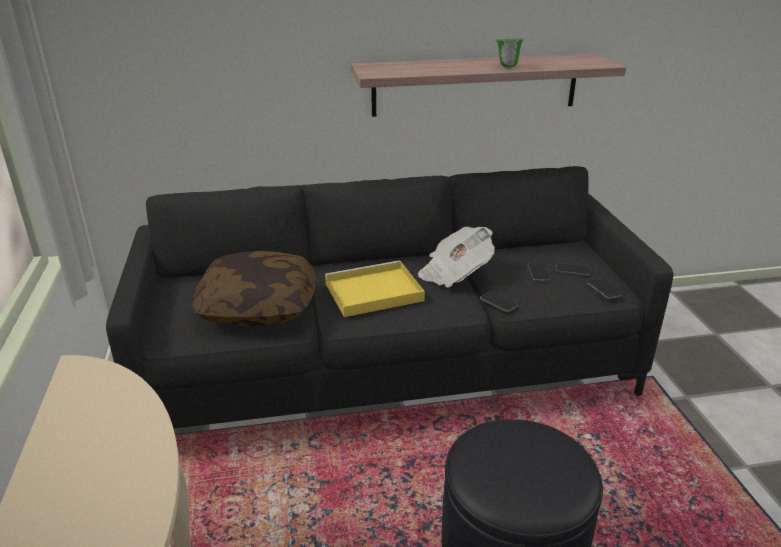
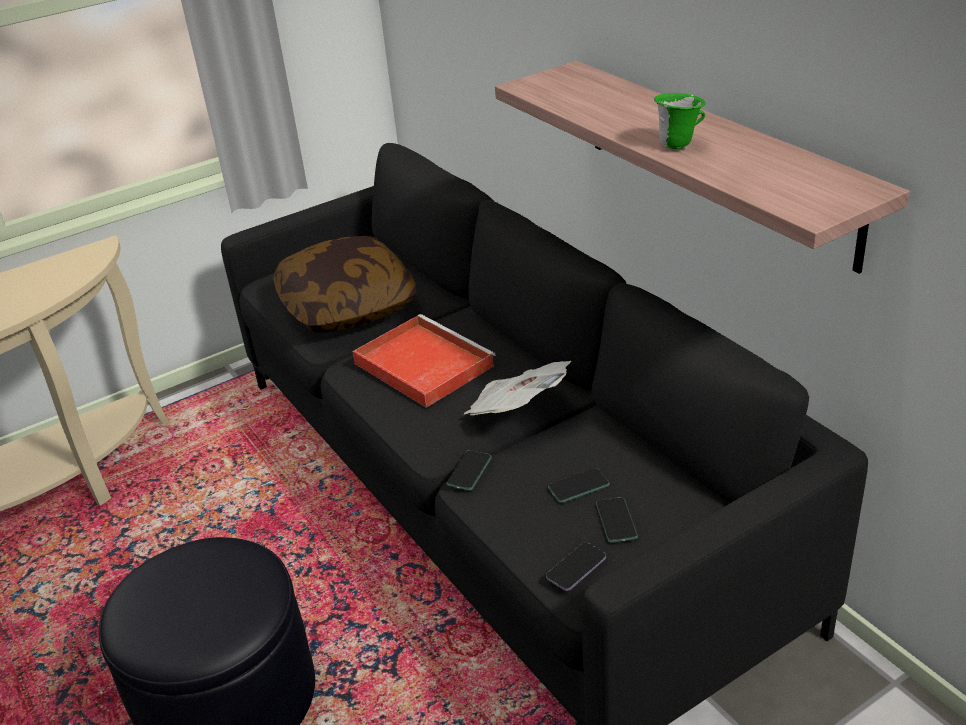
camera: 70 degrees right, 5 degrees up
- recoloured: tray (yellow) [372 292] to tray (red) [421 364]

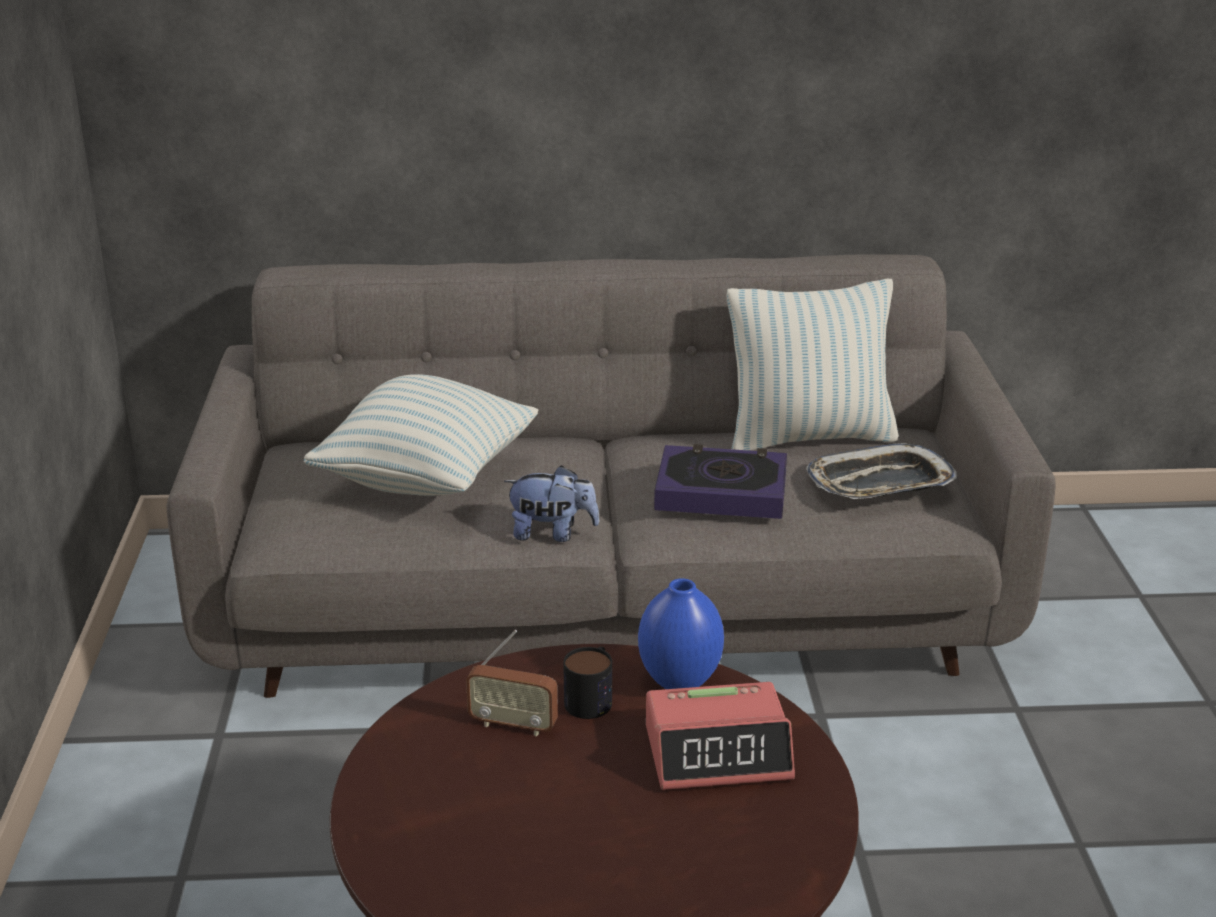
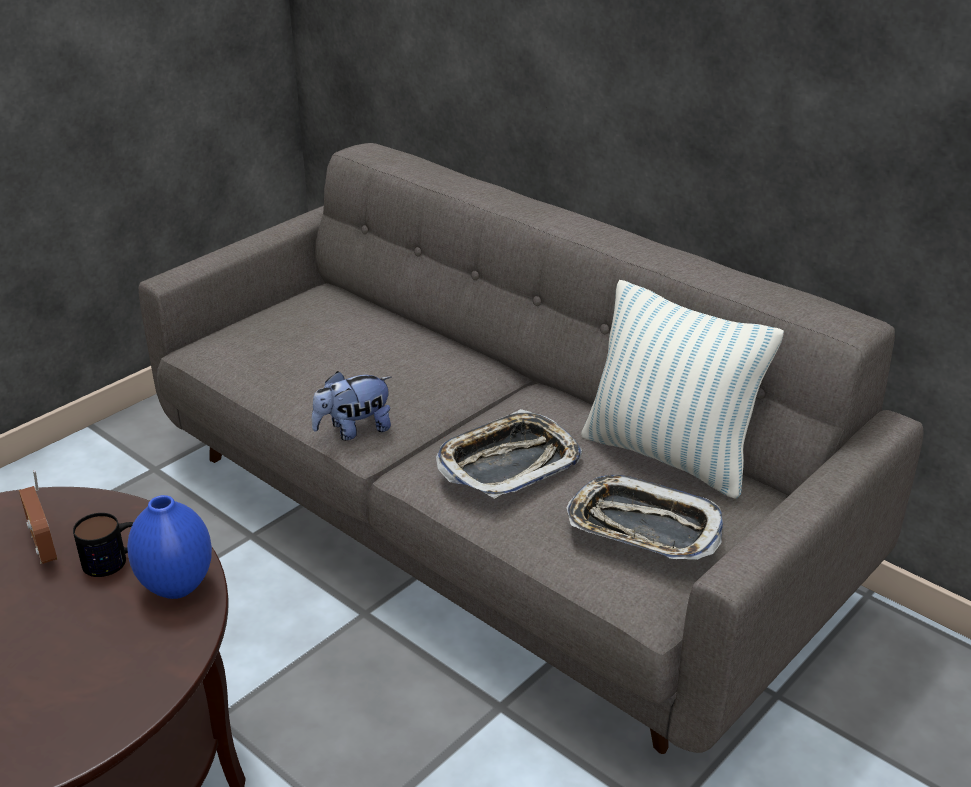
camera: 45 degrees right, 5 degrees up
- removed: pillow [427 479]
- replaced: book [721 491] to tray [508 462]
- turned: plush toy [552 533] = [354 430] 105 degrees clockwise
- removed: alarm clock [718 752]

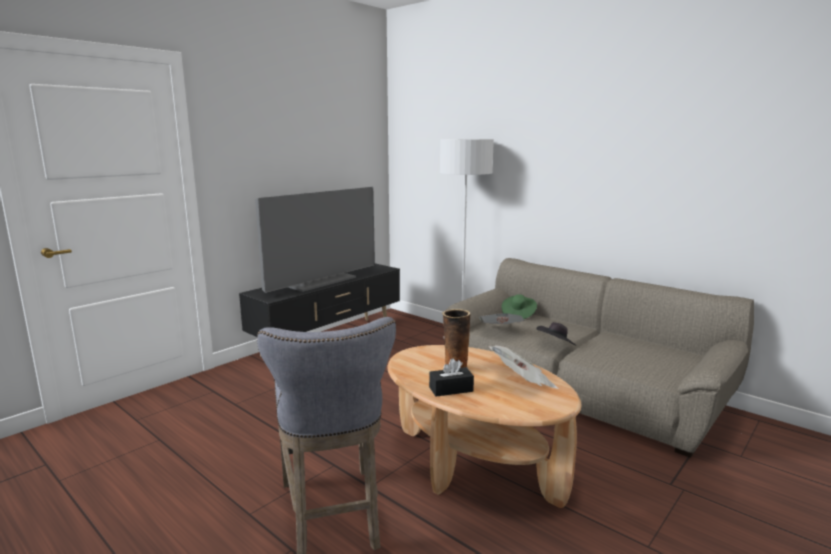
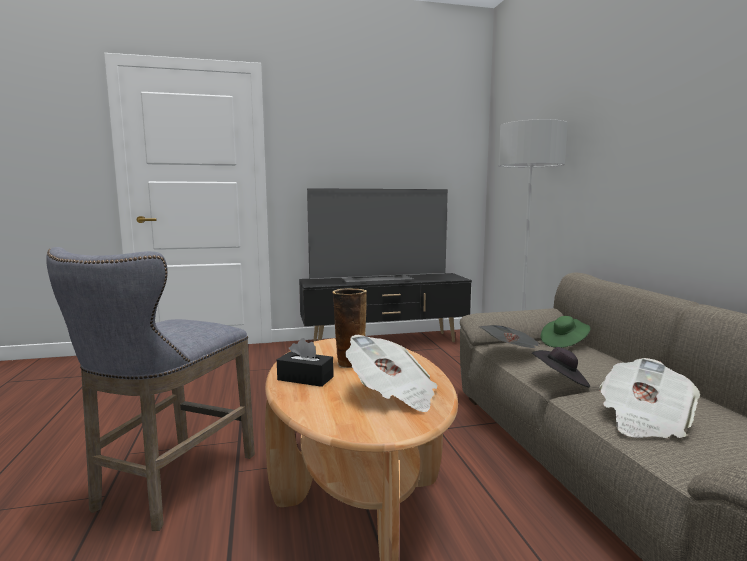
camera: 35 degrees right, 5 degrees down
- added: newspaper [643 421]

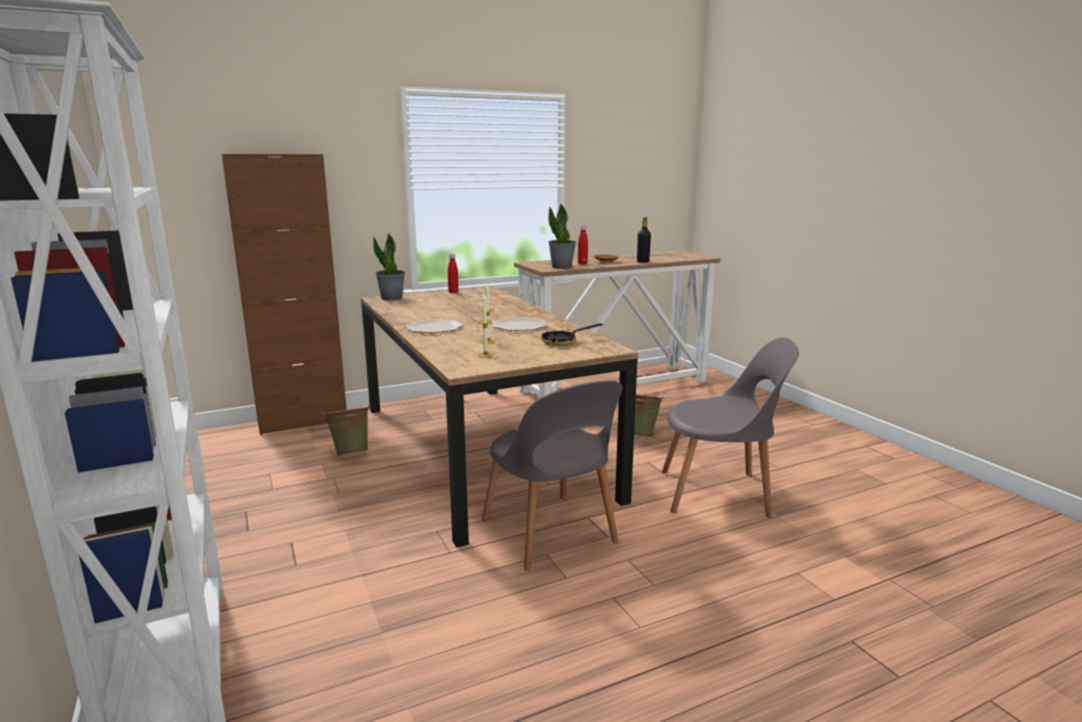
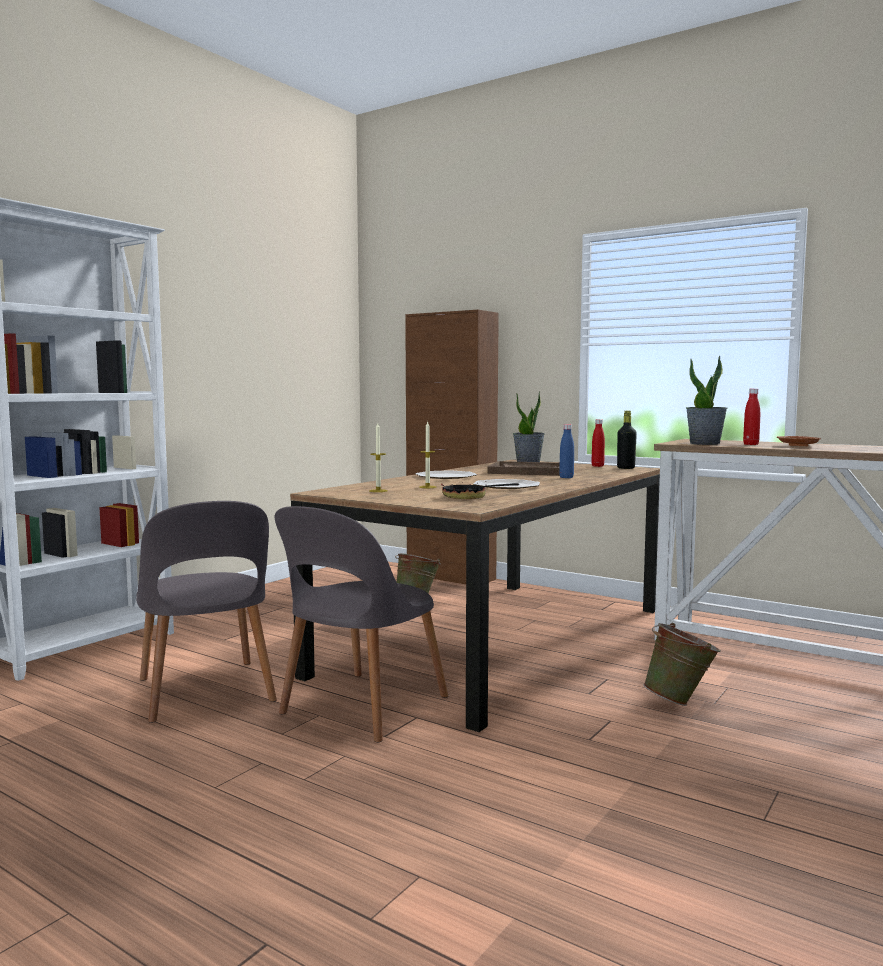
camera: 60 degrees right, 10 degrees down
- moved: bottle (black) [643 262] to [626 468]
- moved: chair (grey) [719 493] to [205 693]
- added: bottle (blue) [566 477]
- added: tray (brown) [527 471]

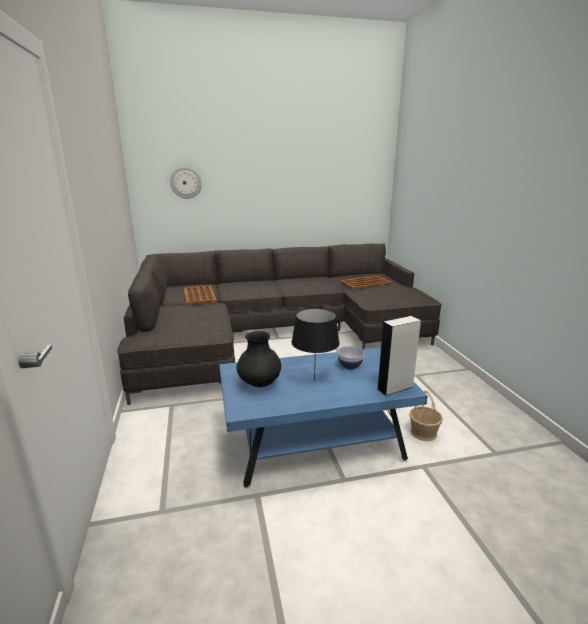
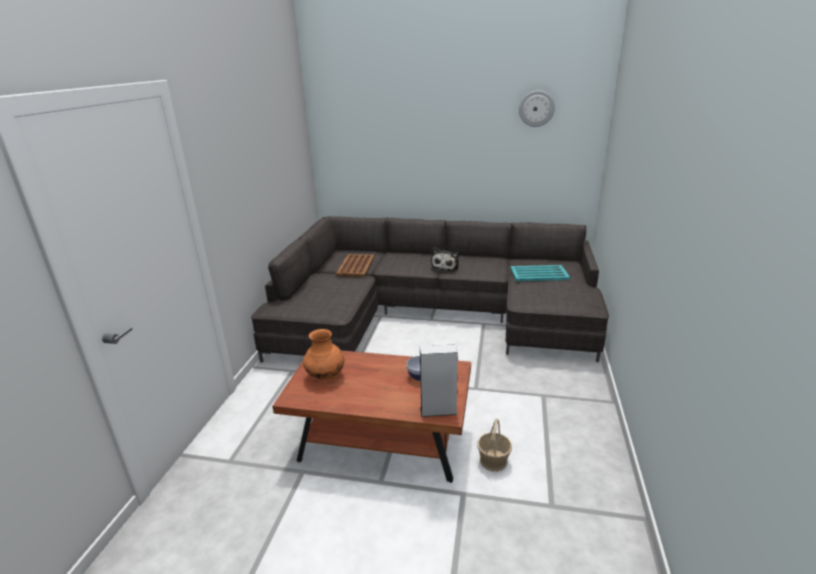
camera: 25 degrees right, 5 degrees up
- moved: wall clock [186 182] to [536 108]
- recoloured: tray (brown) [365 283] to tray (turquoise) [538 274]
- removed: table lamp (black) [313 380]
- recoloured: vase (black) [259 384] to vase (orange) [326 376]
- recoloured: coffee table (blue) [315 443] to coffee table (brown) [382 440]
- added: plush toy [445 267]

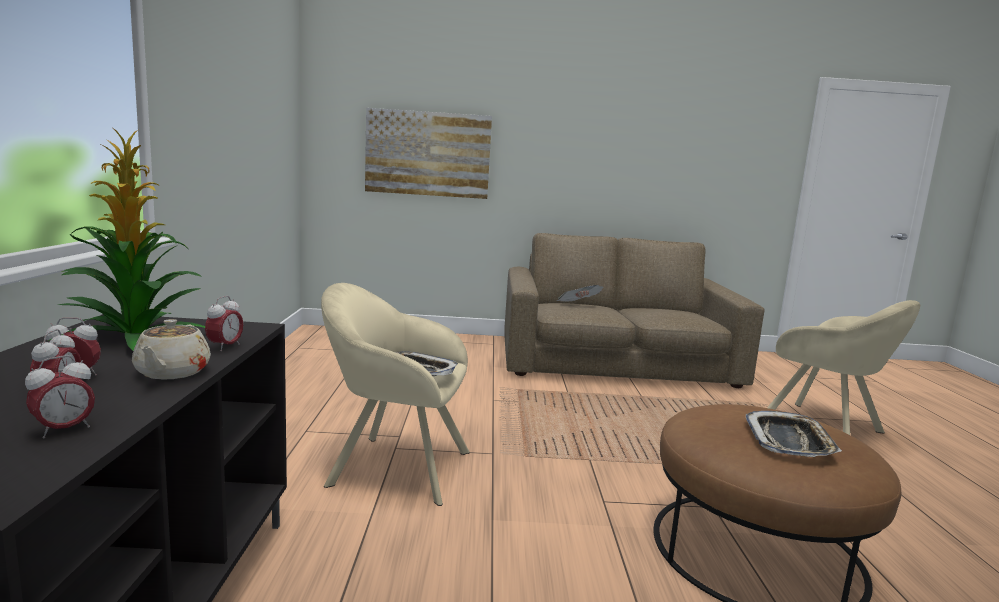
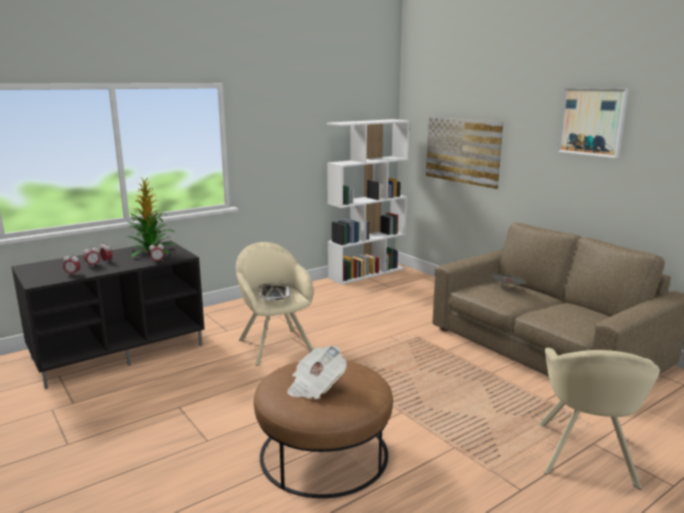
camera: 55 degrees right, 5 degrees up
- removed: teapot (beige) [172 373]
- replaced: tray [789 441] to newspaper [315 387]
- added: picture [592 122]
- added: bookcase (white) [367 273]

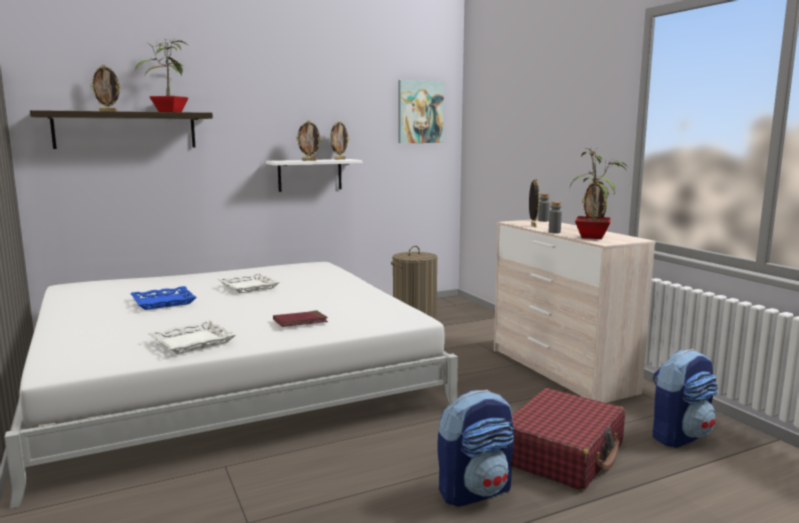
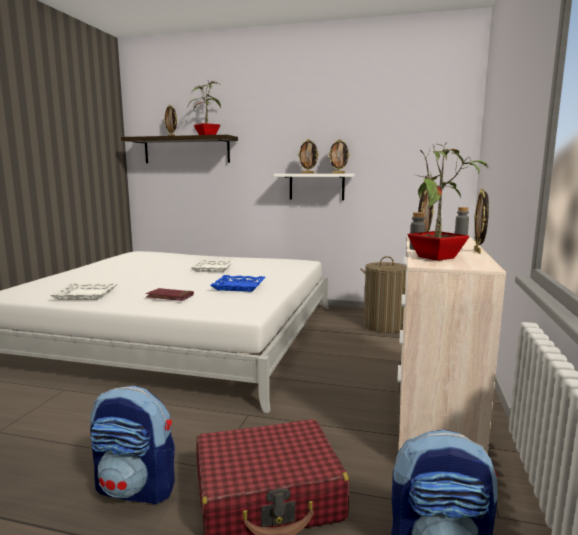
camera: 40 degrees right, 0 degrees up
- removed: picture [420 112]
- moved: tray (blue) [163 302] to [238 287]

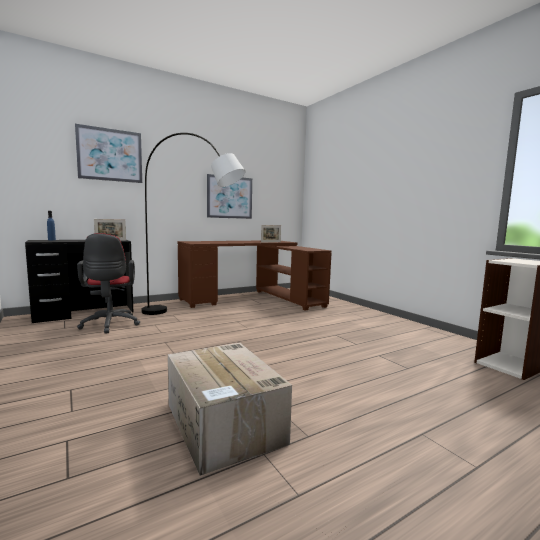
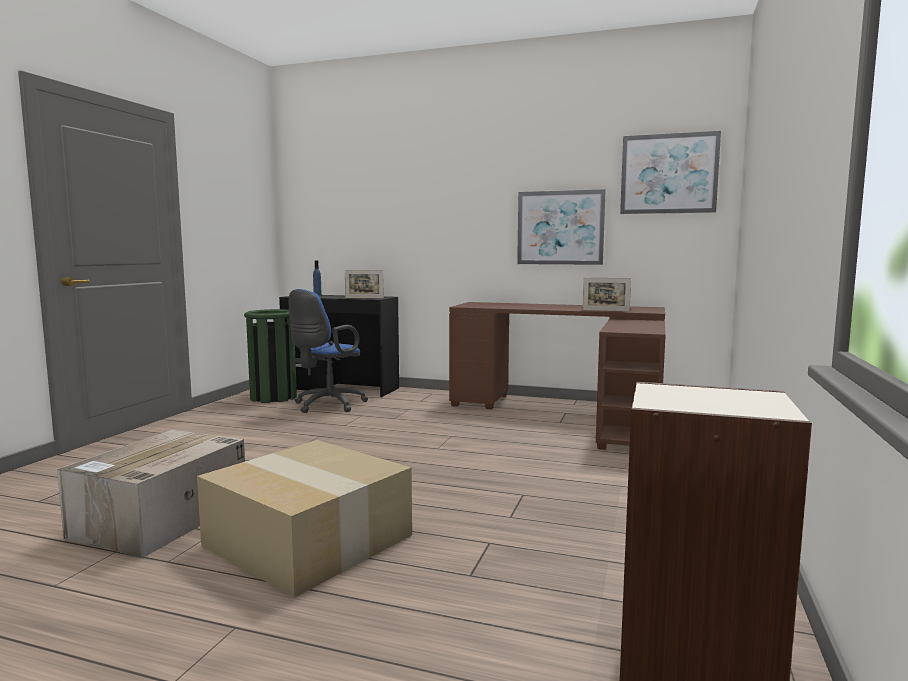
camera: 50 degrees right, 0 degrees up
- moved: picture [110 155] to [668 174]
- removed: floor lamp (grey) [193 317]
- recoloured: office chair (red) [110 325] to office chair (blue) [326 405]
- added: trash can (green) [273 397]
- added: cardboard box [305 540]

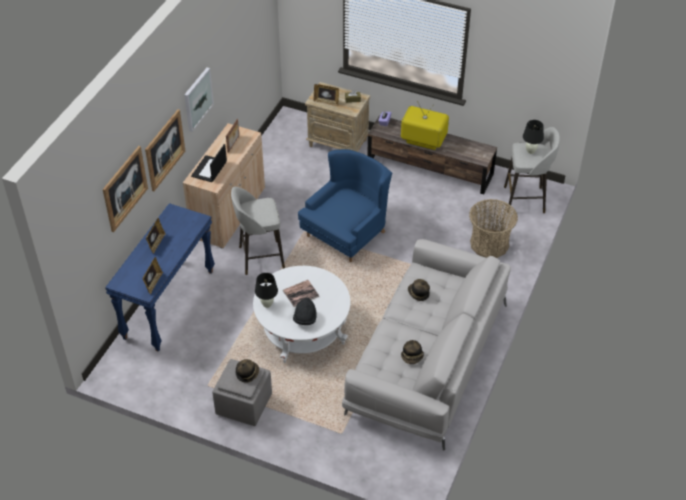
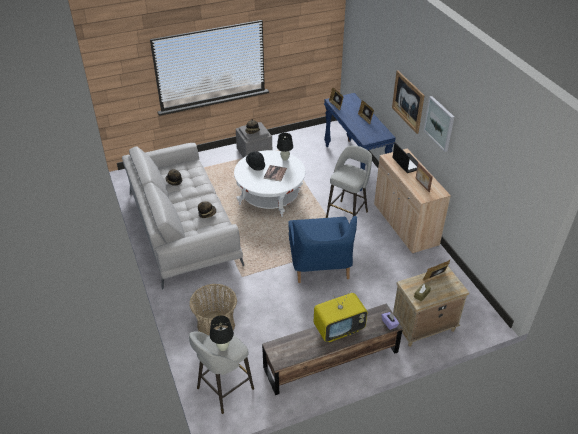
camera: 135 degrees right, 5 degrees down
- removed: picture [125 188]

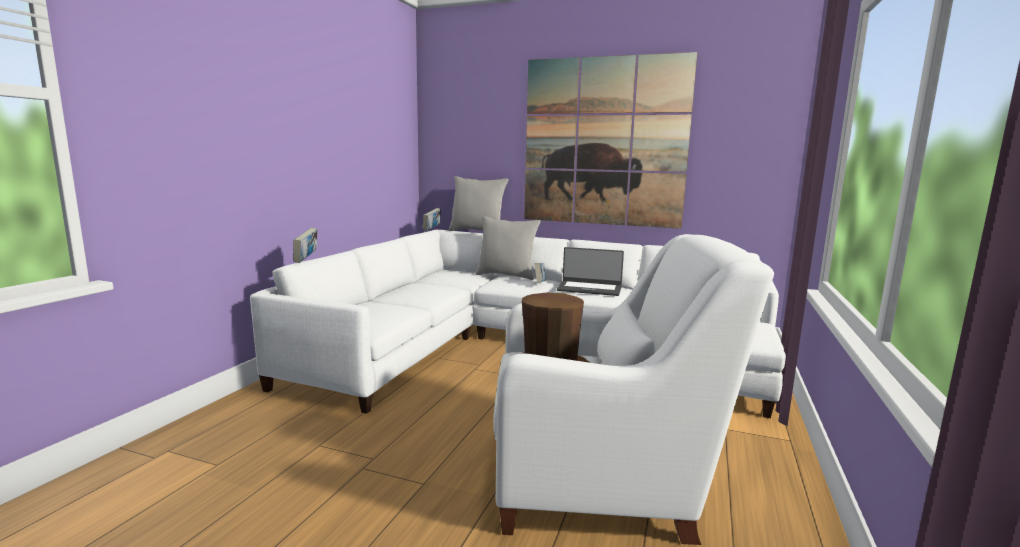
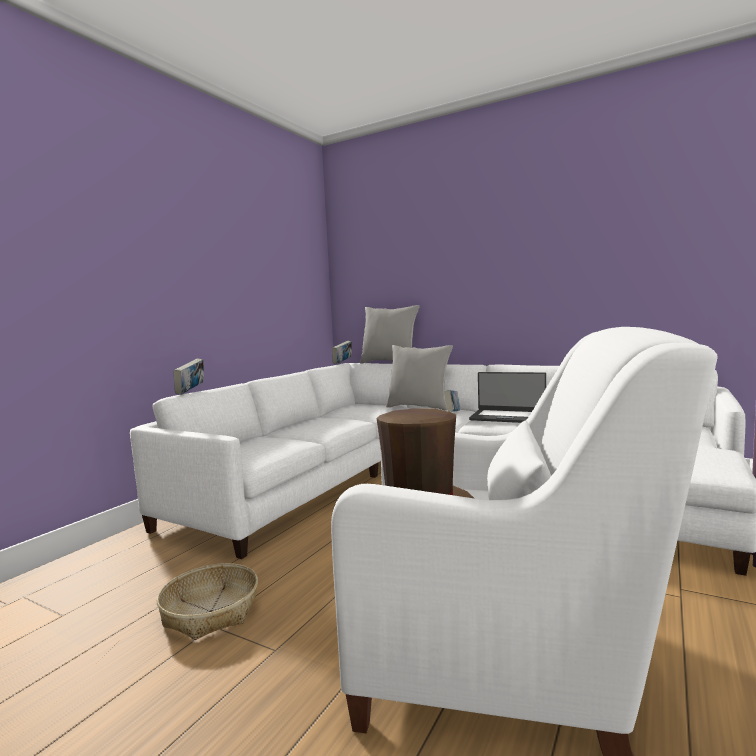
camera: 10 degrees right, 5 degrees down
- removed: picture [603 142]
- added: basket [211 611]

